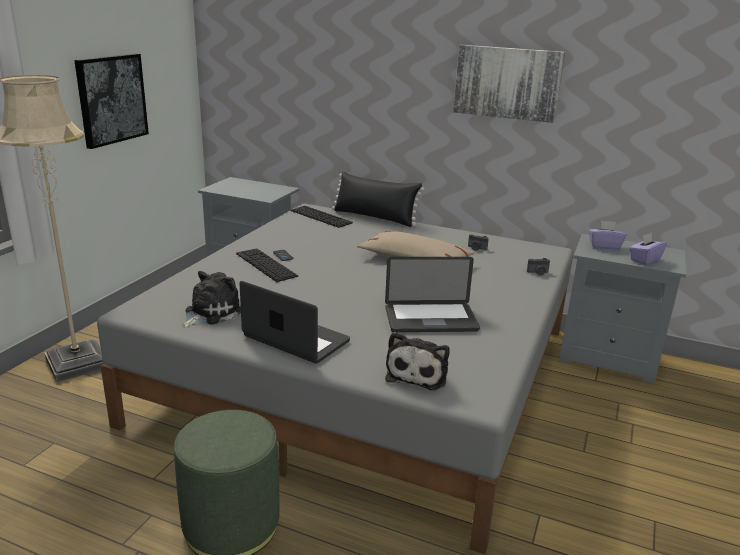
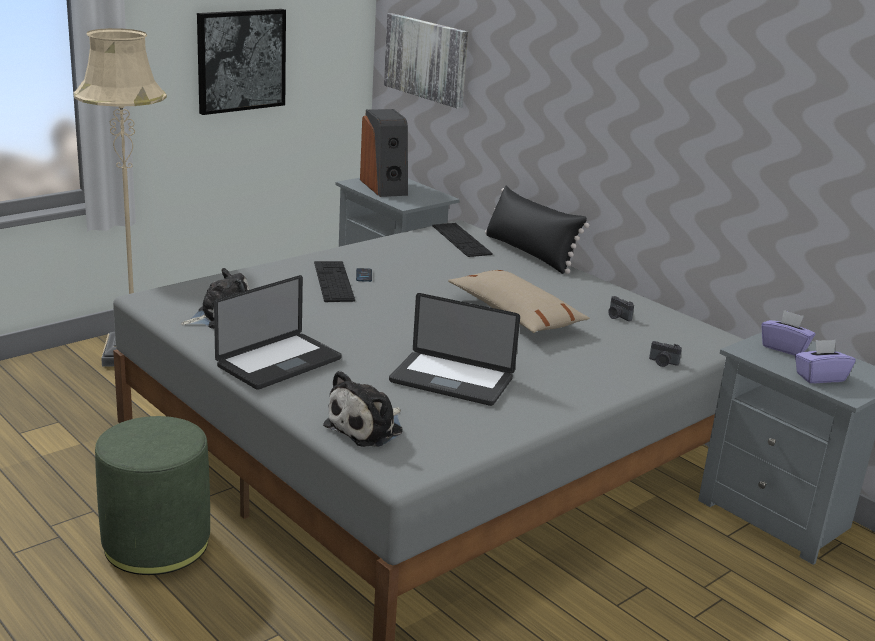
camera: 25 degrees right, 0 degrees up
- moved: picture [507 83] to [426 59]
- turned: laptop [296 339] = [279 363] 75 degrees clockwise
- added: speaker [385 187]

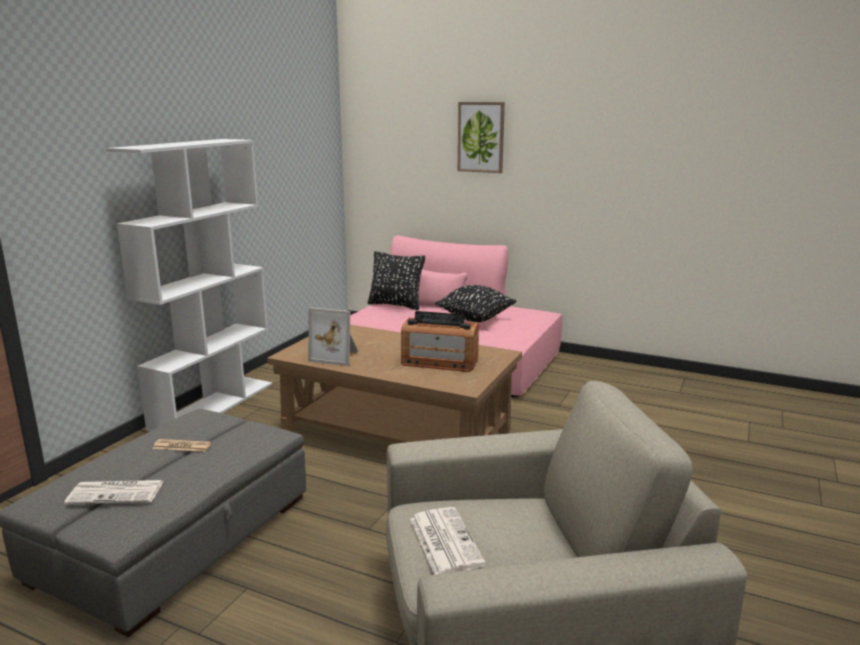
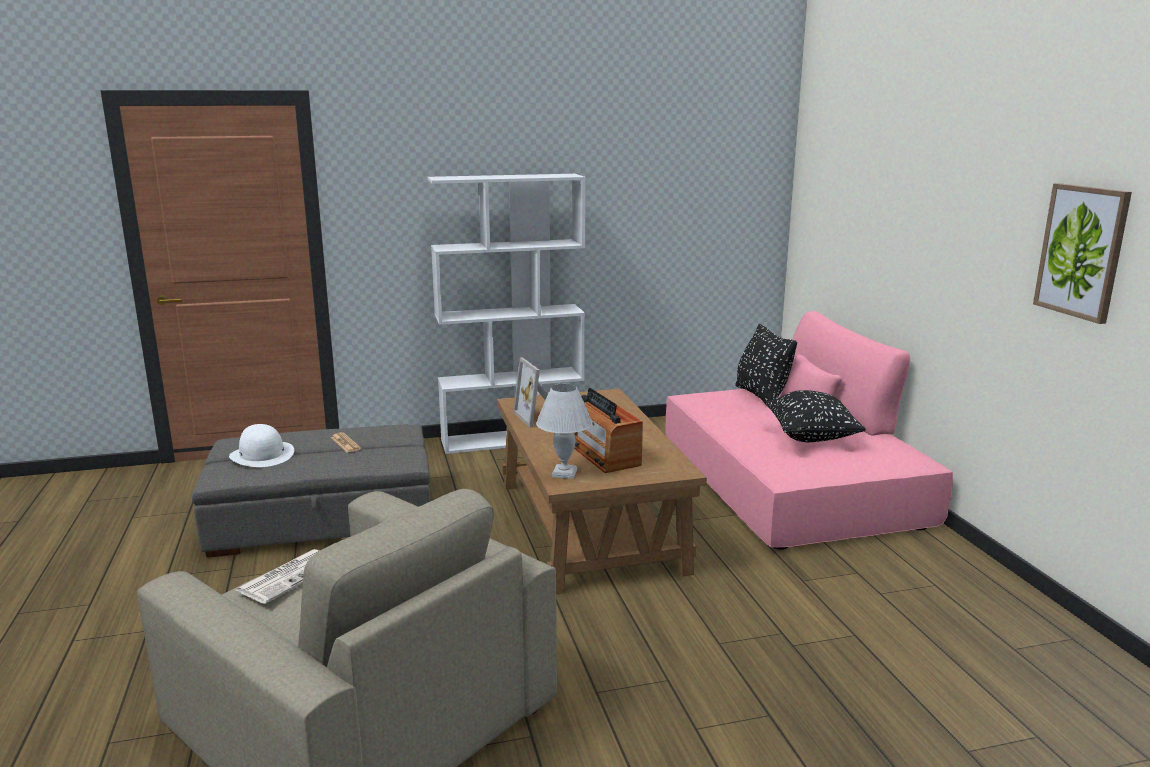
camera: 50 degrees right, 0 degrees up
- moved: picture [481 137] to [1082 251]
- replaced: newspaper [117 492] to hat (white) [262 455]
- added: table lamp (white) [565 473]

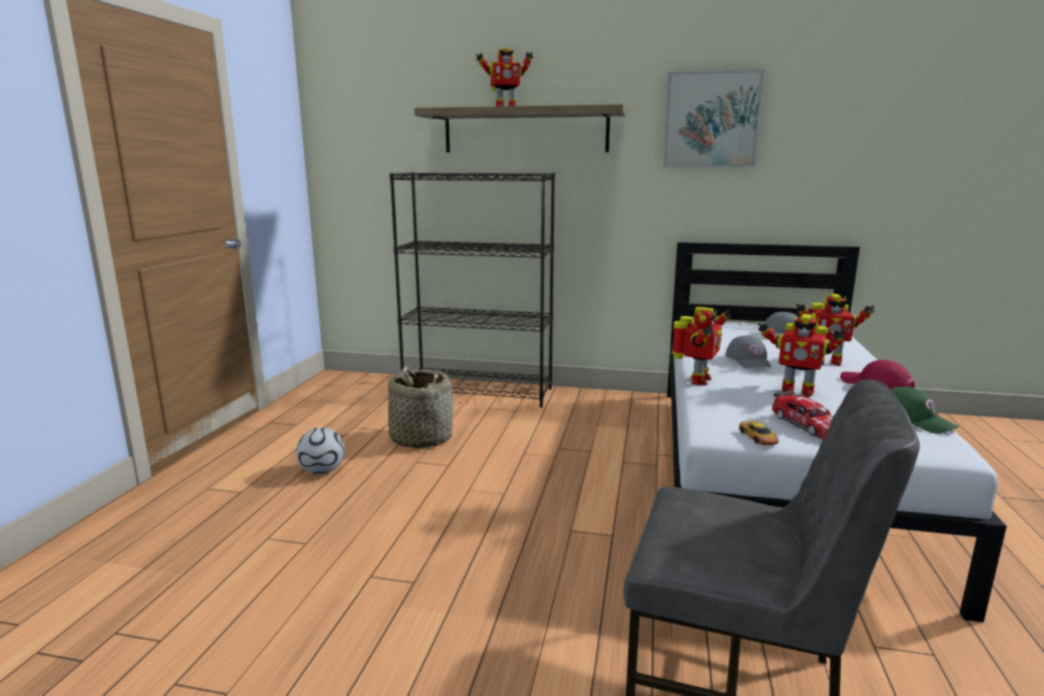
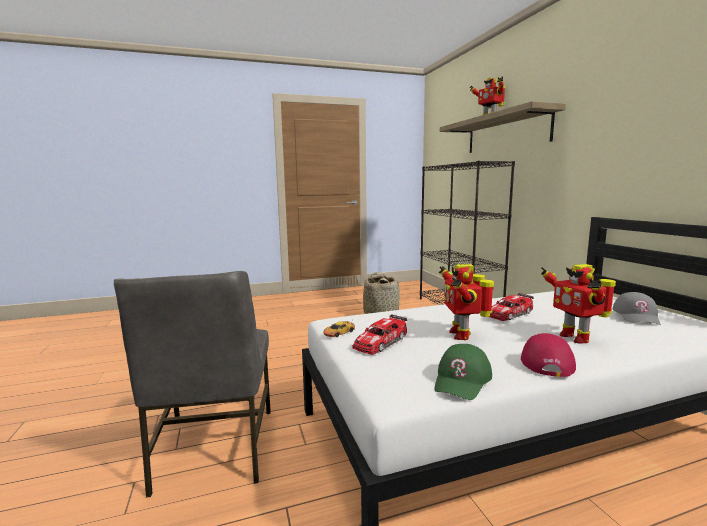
camera: 60 degrees right, 5 degrees down
- removed: picture [711 120]
- removed: toy robot [698 380]
- replaced: cap (grey) [749 360] to toy car [509 314]
- removed: football [322 471]

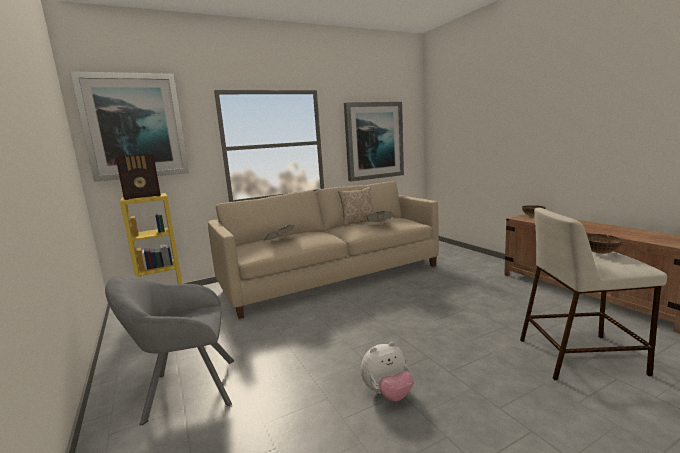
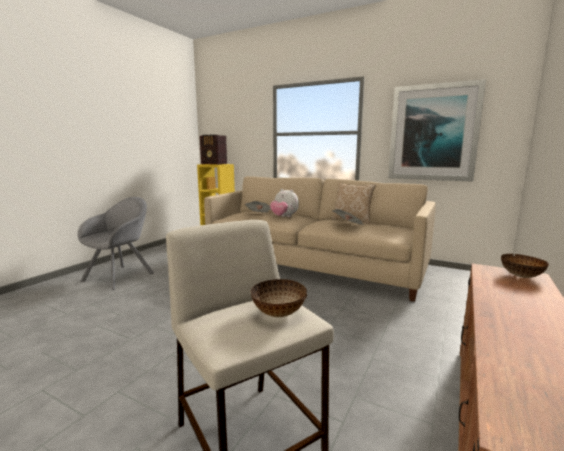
camera: 55 degrees right, 0 degrees up
- removed: picture [134 126]
- turned: armchair (grey) [186 389] = [121 275] 75 degrees clockwise
- moved: plush toy [387 393] to [284 217]

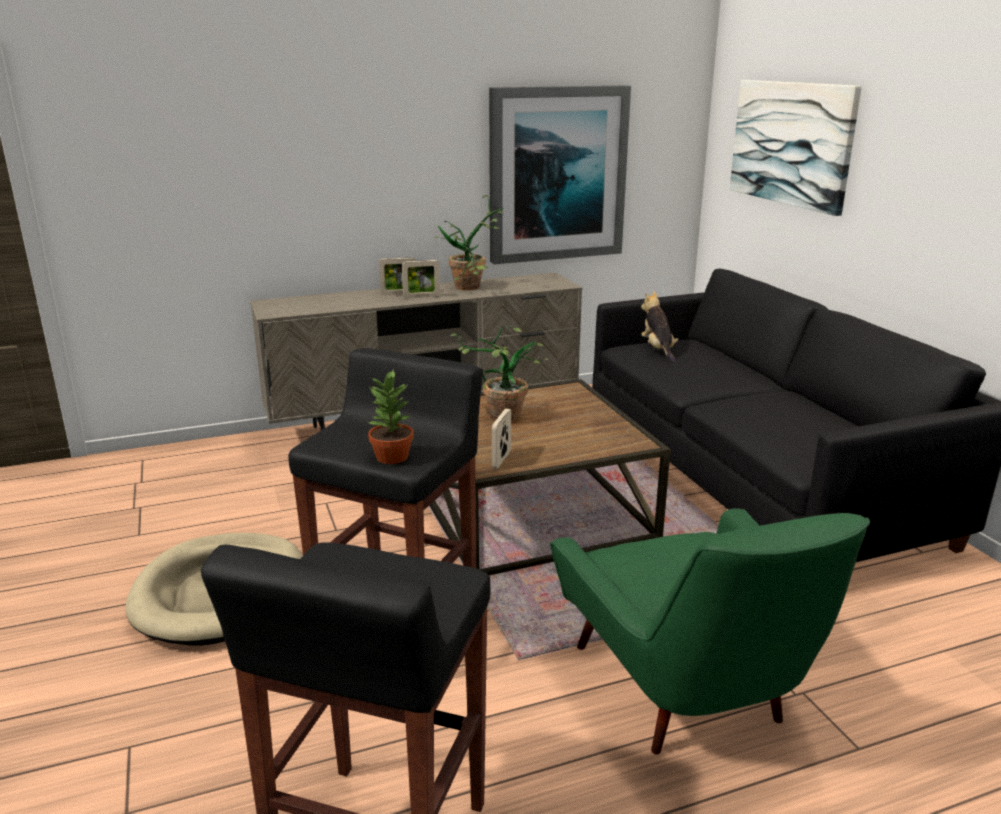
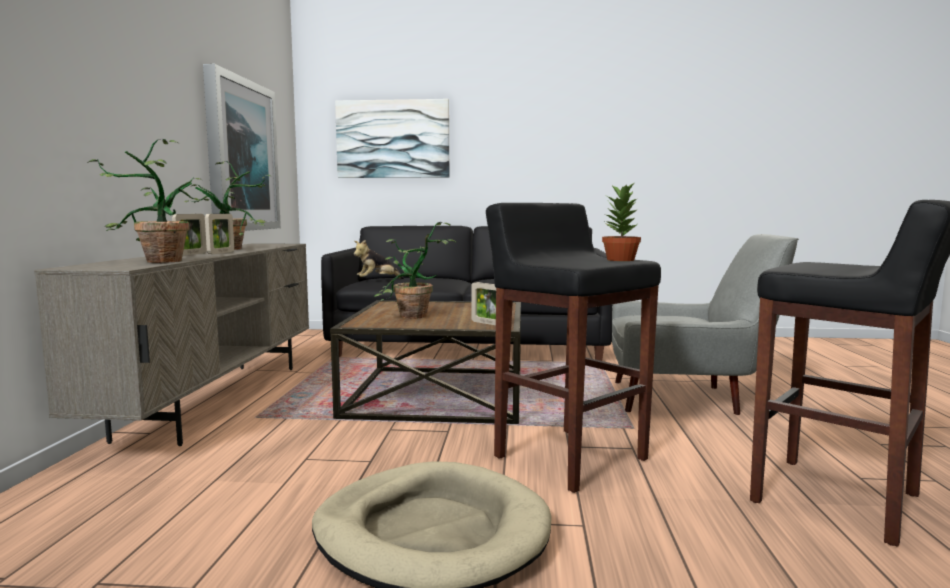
camera: 65 degrees left, 15 degrees down
- turned: plush toy [658 350] = [377 281] 45 degrees counterclockwise
- recoloured: armchair (green) [688 695] to armchair (grey) [687 398]
- added: potted plant [155 262]

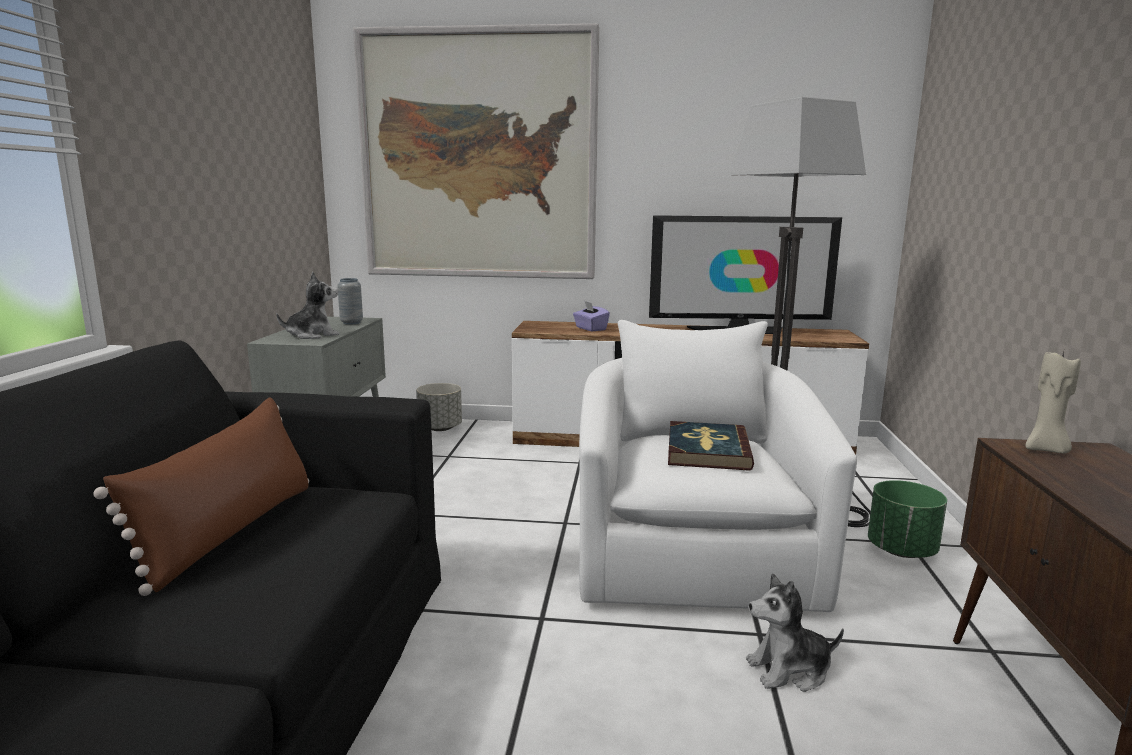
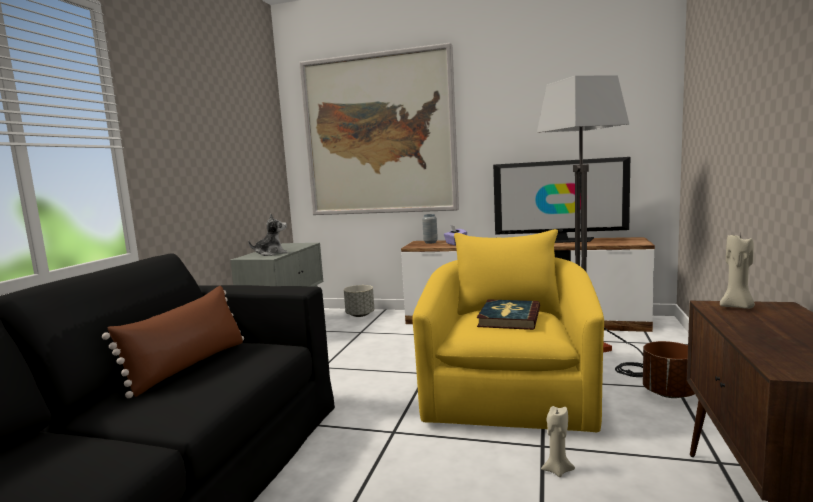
camera: 10 degrees right, 5 degrees down
- moved: vase (grey) [351 323] to [430 242]
- recoloured: armchair (white) [692 554] to armchair (yellow) [509 394]
- recoloured: planter (green) [902 551] to planter (brown) [669 393]
- replaced: plush toy [789 670] to candle (beige) [557 470]

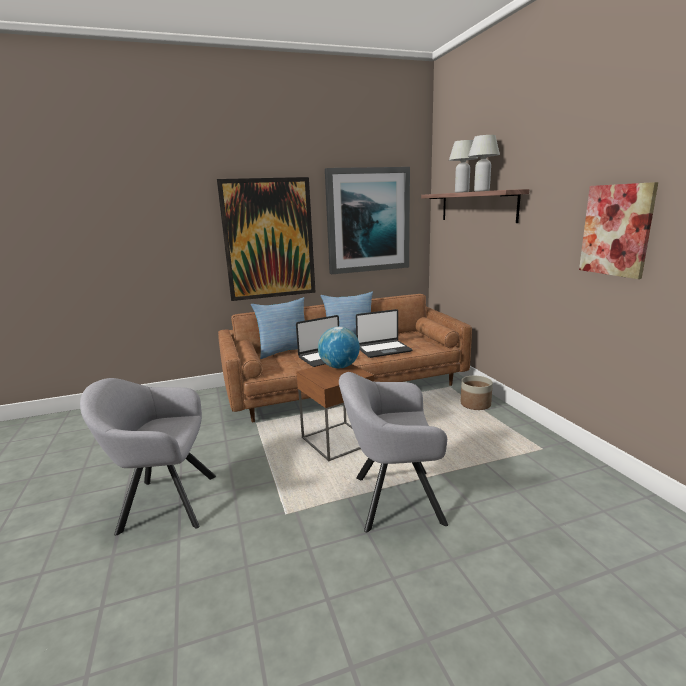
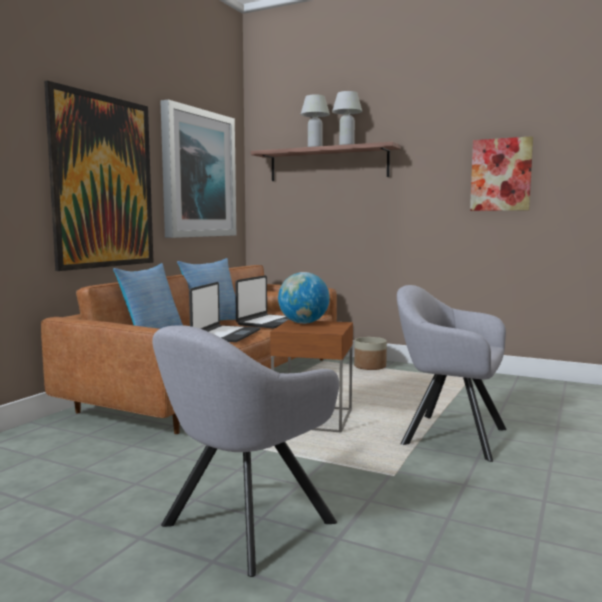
camera: 45 degrees left, 10 degrees down
- turned: armchair (grey) [391 499] = [447 435] 75 degrees clockwise

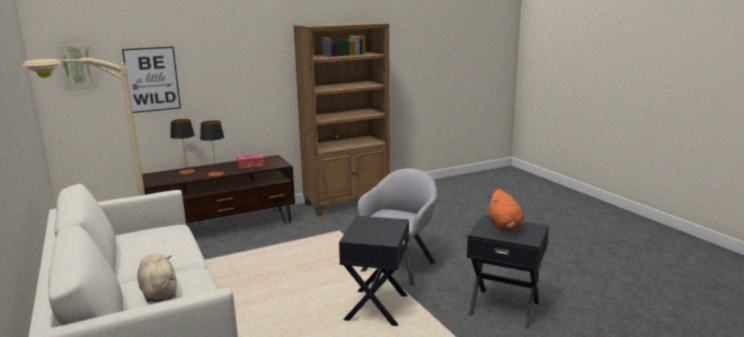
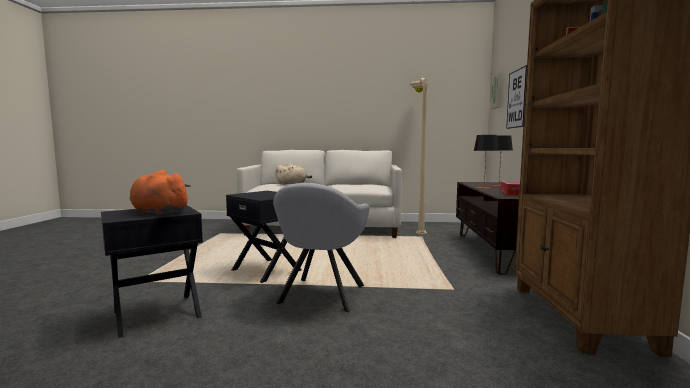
camera: 120 degrees right, 10 degrees down
- turned: armchair (grey) [400 265] = [320 296] 45 degrees clockwise

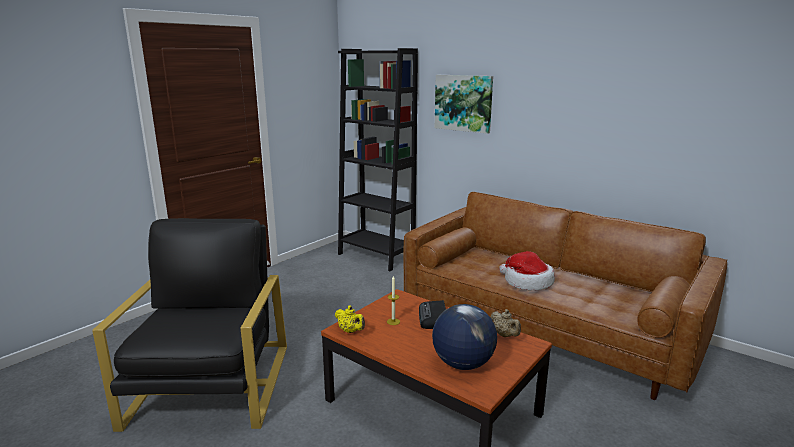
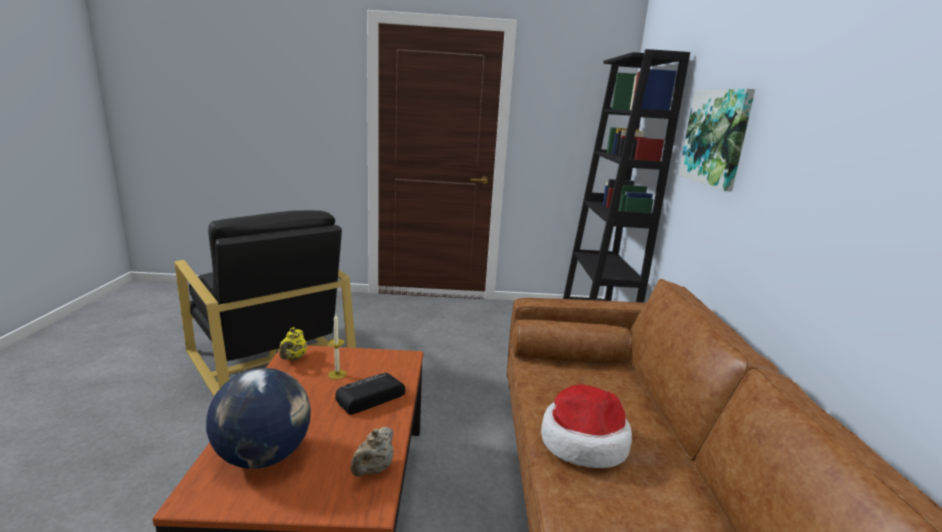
camera: 50 degrees right, 0 degrees up
- turned: armchair (black) [210 385] = [270 359] 90 degrees clockwise

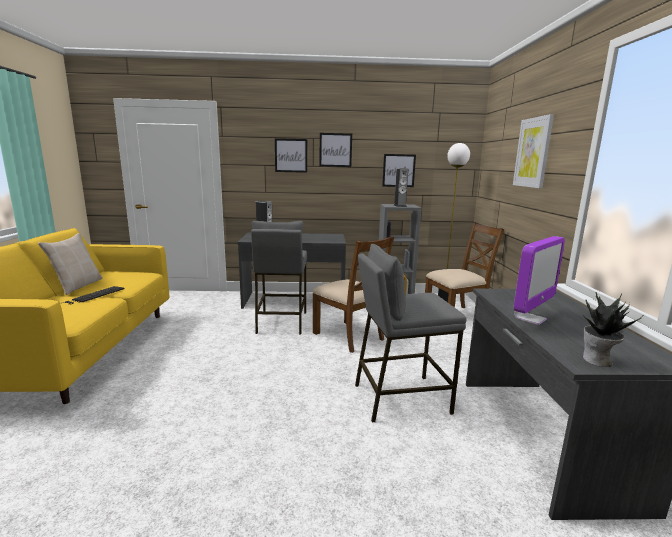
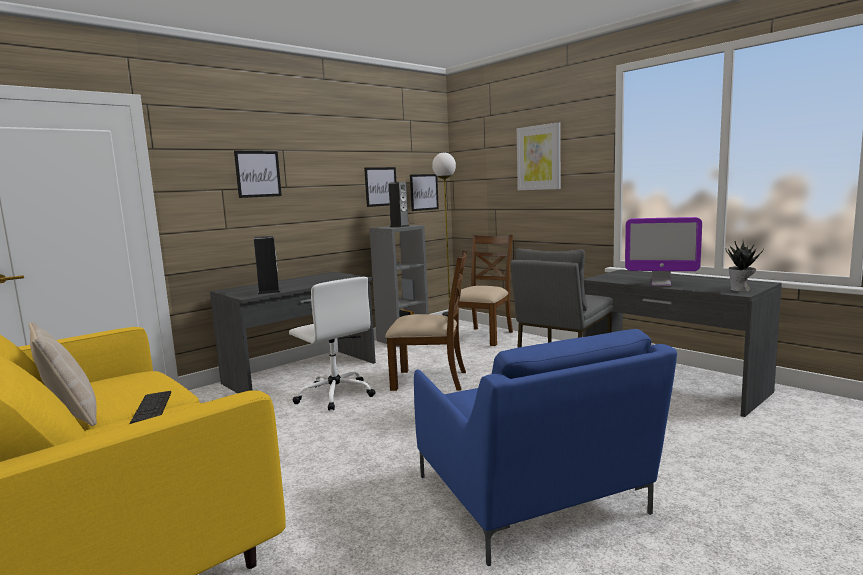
camera: 40 degrees left, 5 degrees down
- moved: picture [335 150] to [424 192]
- replaced: stool (grey) [281 322] to office chair (white) [335 394]
- turned: monitor [530 319] = [661 284] 105 degrees clockwise
- added: armchair (blue) [532 499]

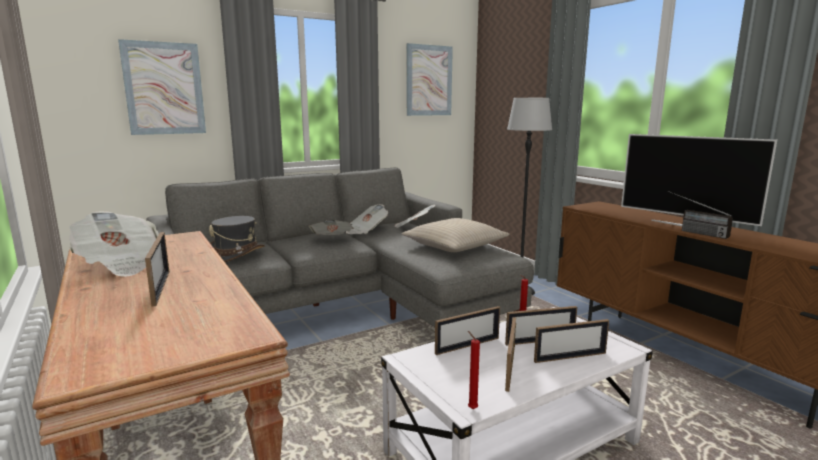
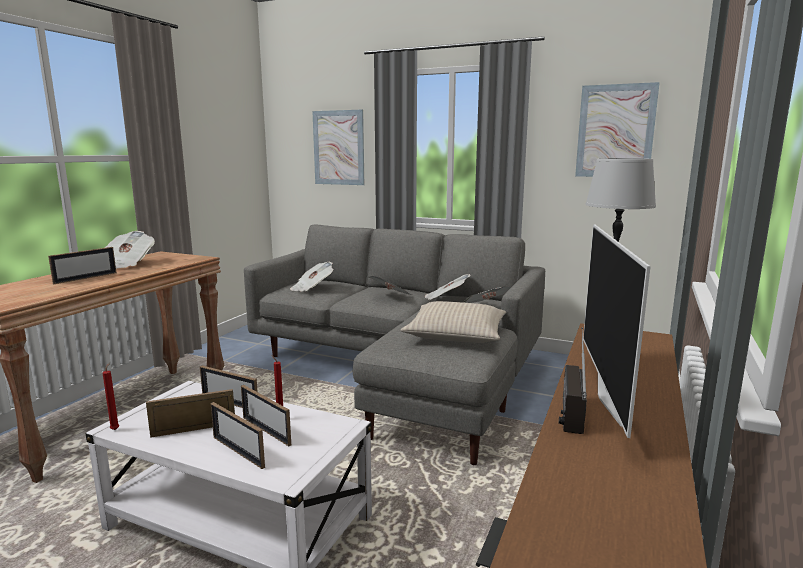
camera: 55 degrees right, 0 degrees up
- replaced: hat (grey) [236 254] to newspaper [312 288]

